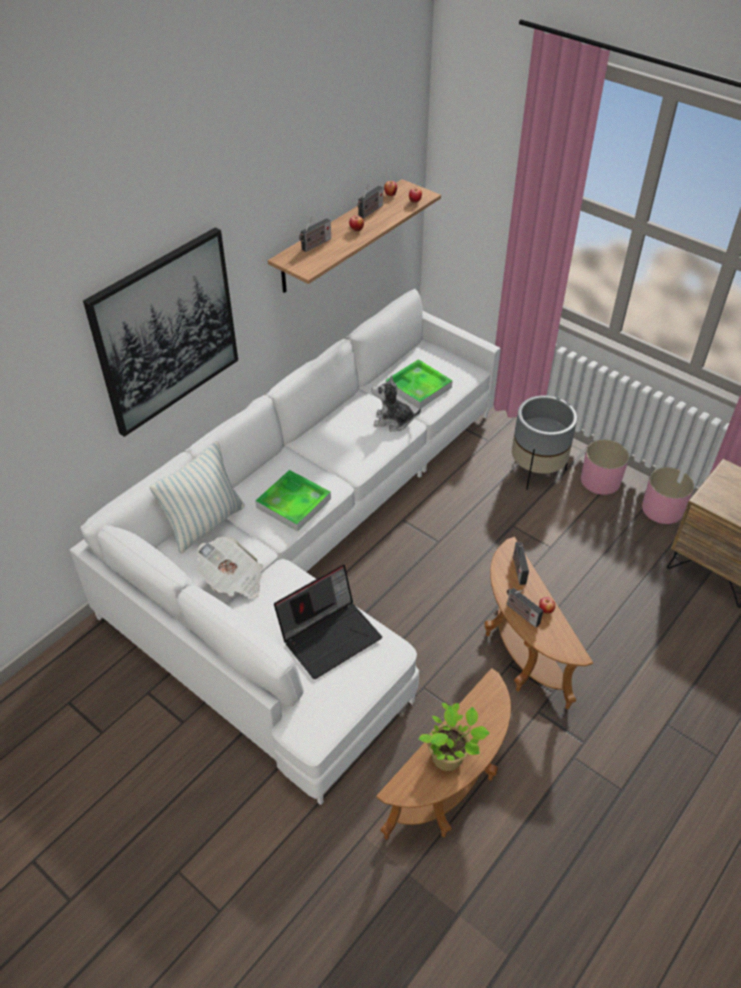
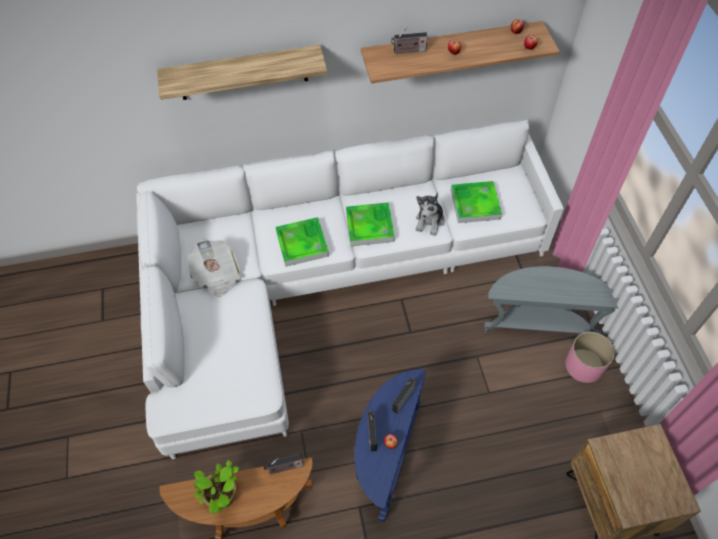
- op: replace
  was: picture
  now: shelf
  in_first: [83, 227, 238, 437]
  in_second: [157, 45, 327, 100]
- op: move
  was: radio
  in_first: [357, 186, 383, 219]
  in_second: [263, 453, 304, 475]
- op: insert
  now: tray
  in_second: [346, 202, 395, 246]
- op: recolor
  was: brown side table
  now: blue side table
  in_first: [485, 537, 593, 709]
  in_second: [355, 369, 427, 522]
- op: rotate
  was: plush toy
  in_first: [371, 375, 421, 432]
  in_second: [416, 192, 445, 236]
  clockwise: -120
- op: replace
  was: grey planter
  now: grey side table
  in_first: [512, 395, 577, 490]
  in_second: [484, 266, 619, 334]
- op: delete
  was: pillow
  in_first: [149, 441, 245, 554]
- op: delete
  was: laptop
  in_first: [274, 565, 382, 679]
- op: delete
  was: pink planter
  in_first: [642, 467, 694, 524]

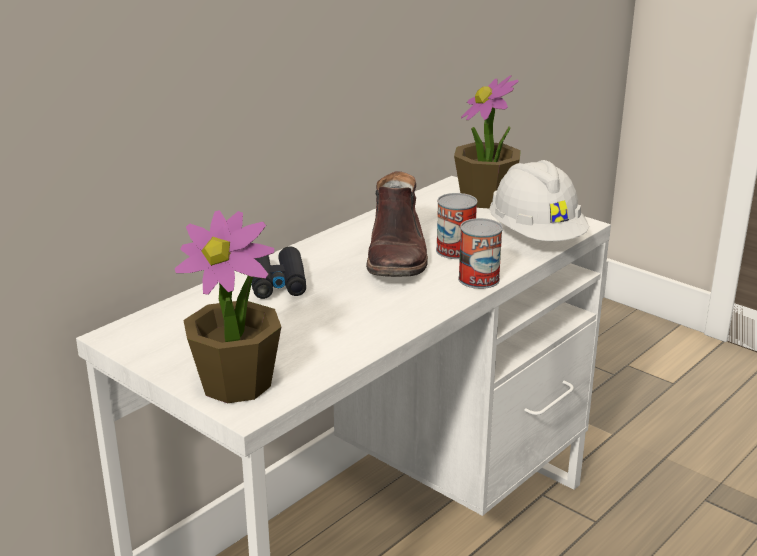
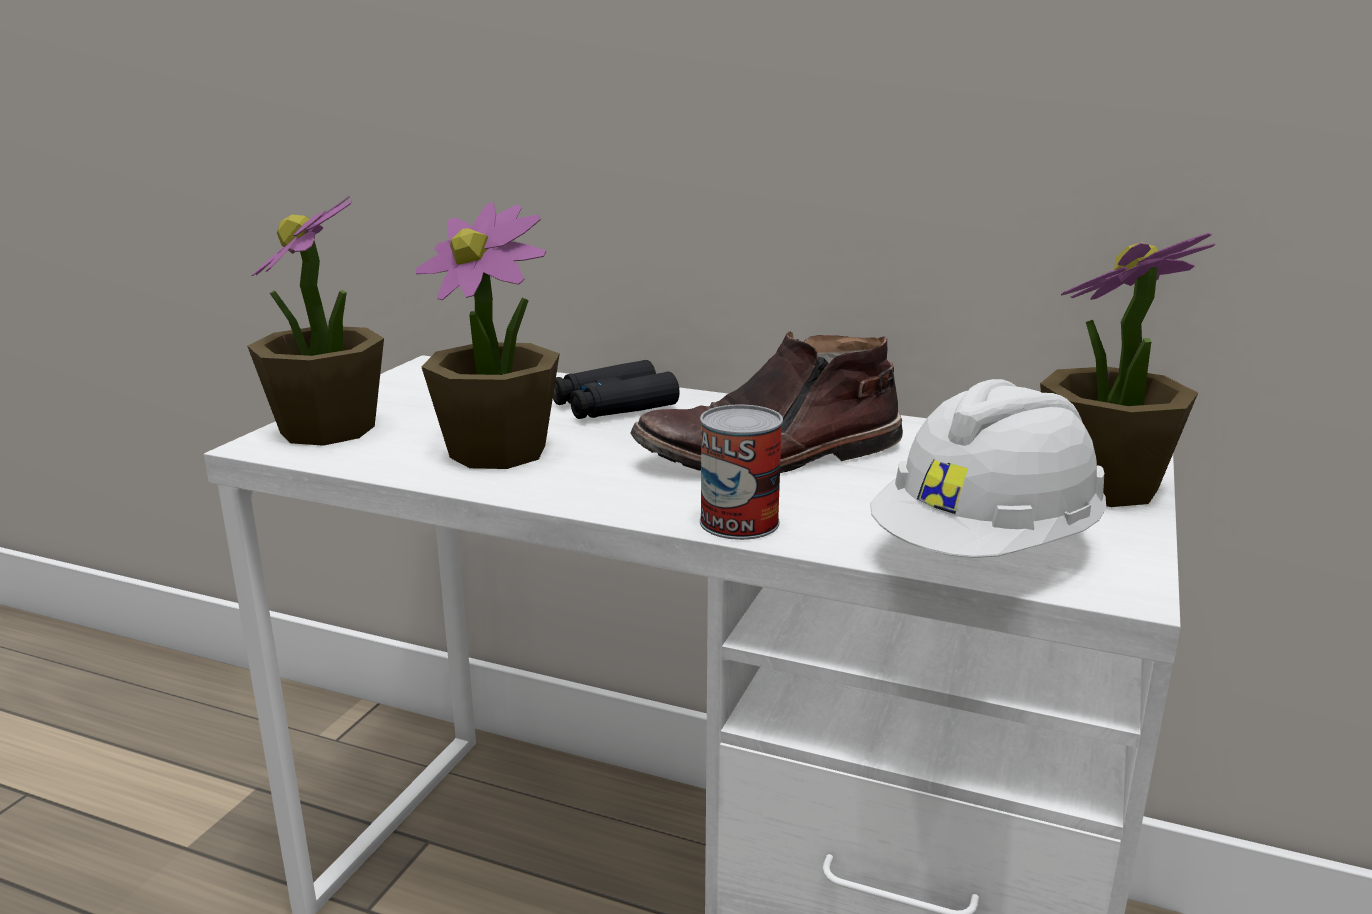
- op: insert
  now: potted plant
  in_second: [416, 202, 560, 469]
- op: delete
  was: can
  in_first: [436, 193, 477, 259]

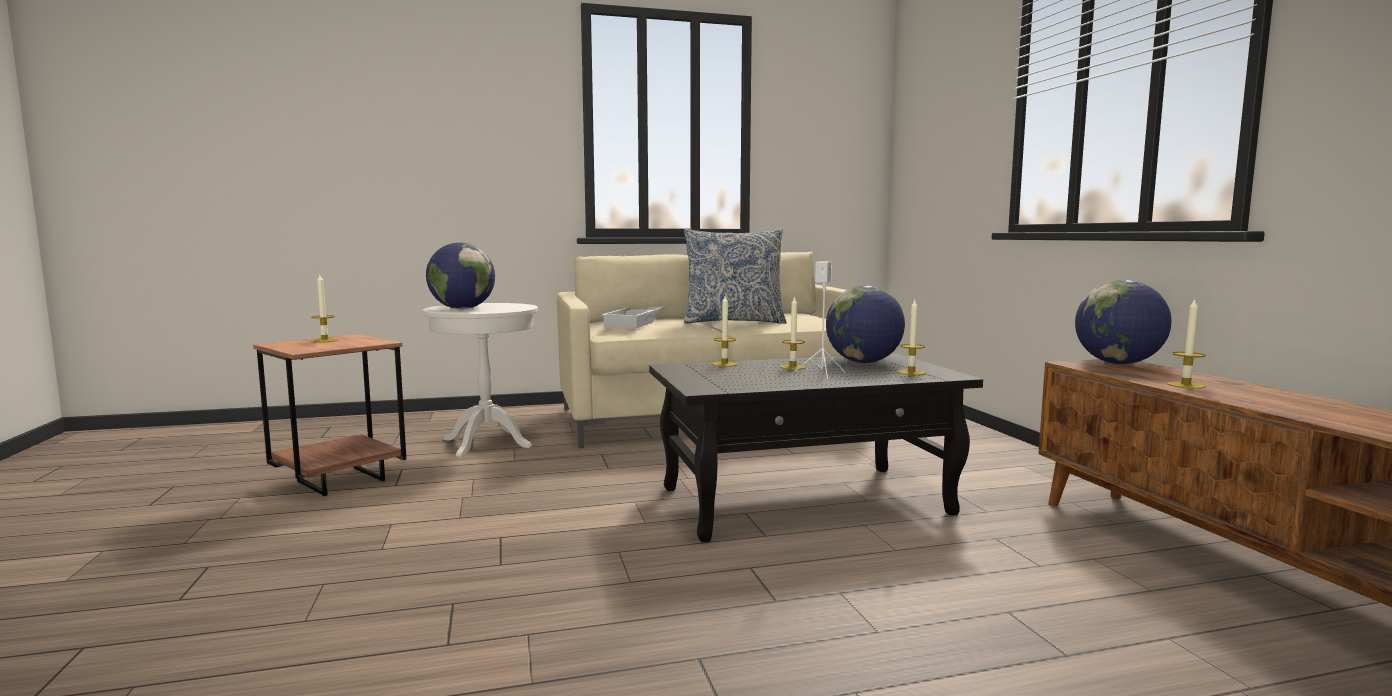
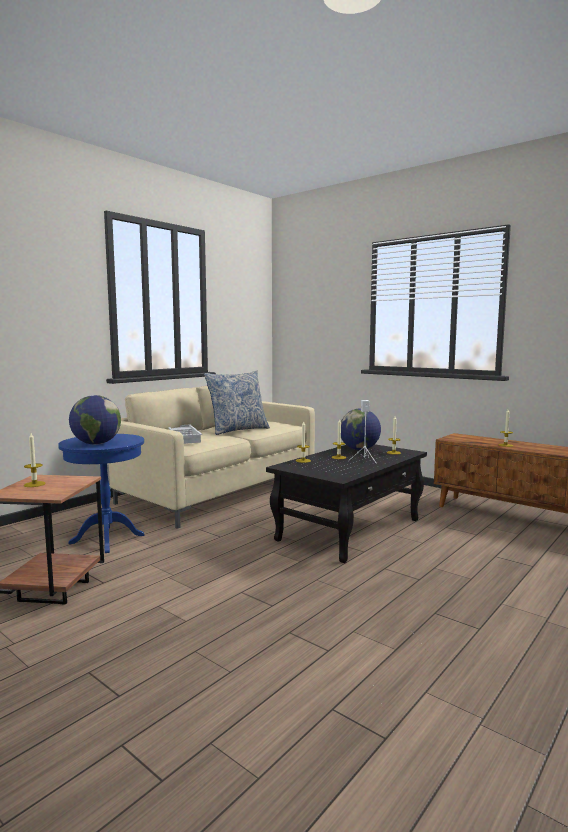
- op: recolor
  was: white side table
  now: blue side table
  in_first: [423, 303, 538, 457]
  in_second: [58, 434, 145, 553]
- op: delete
  was: globe
  in_first: [1075, 280, 1172, 364]

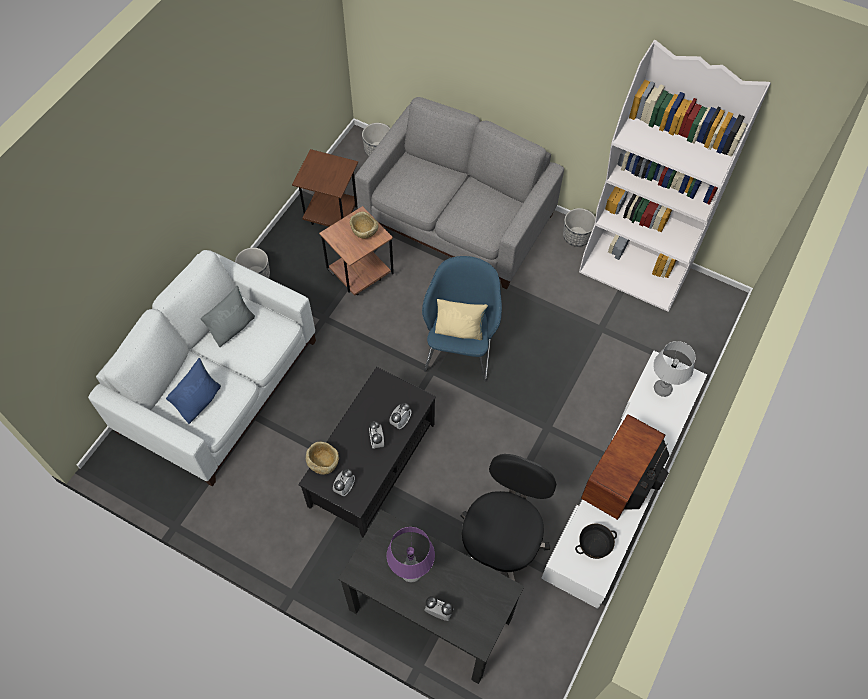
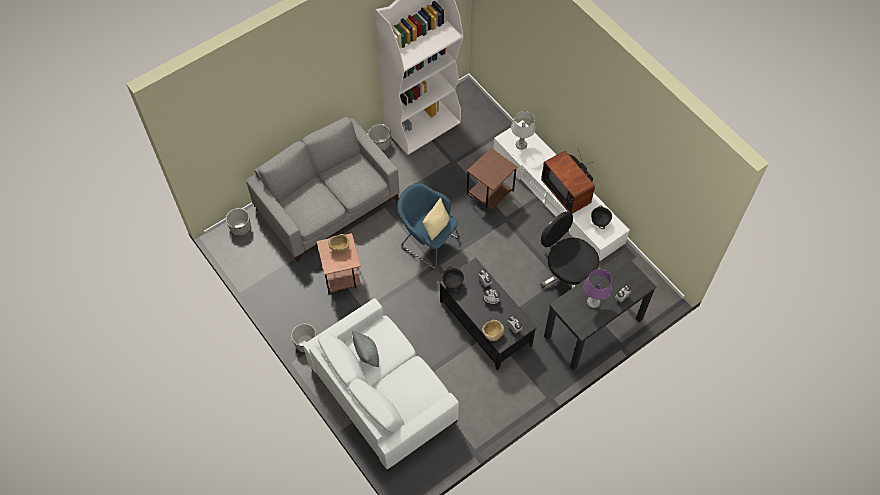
- op: insert
  now: black bowl
  in_second: [442, 266, 464, 292]
- op: move
  was: brown side table
  in_first: [292, 149, 358, 227]
  in_second: [467, 148, 518, 210]
- op: delete
  was: blue pillow
  in_first: [166, 358, 221, 424]

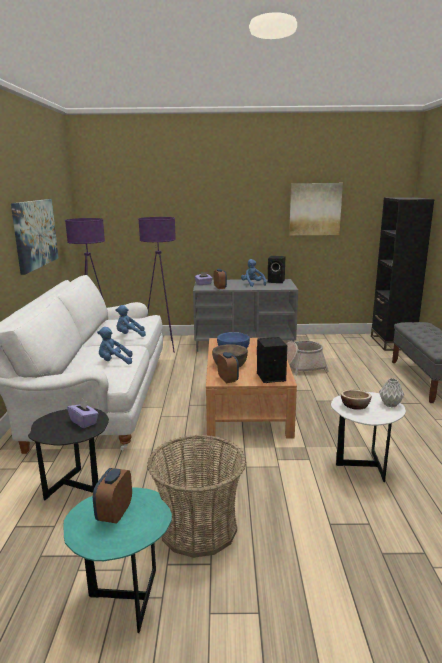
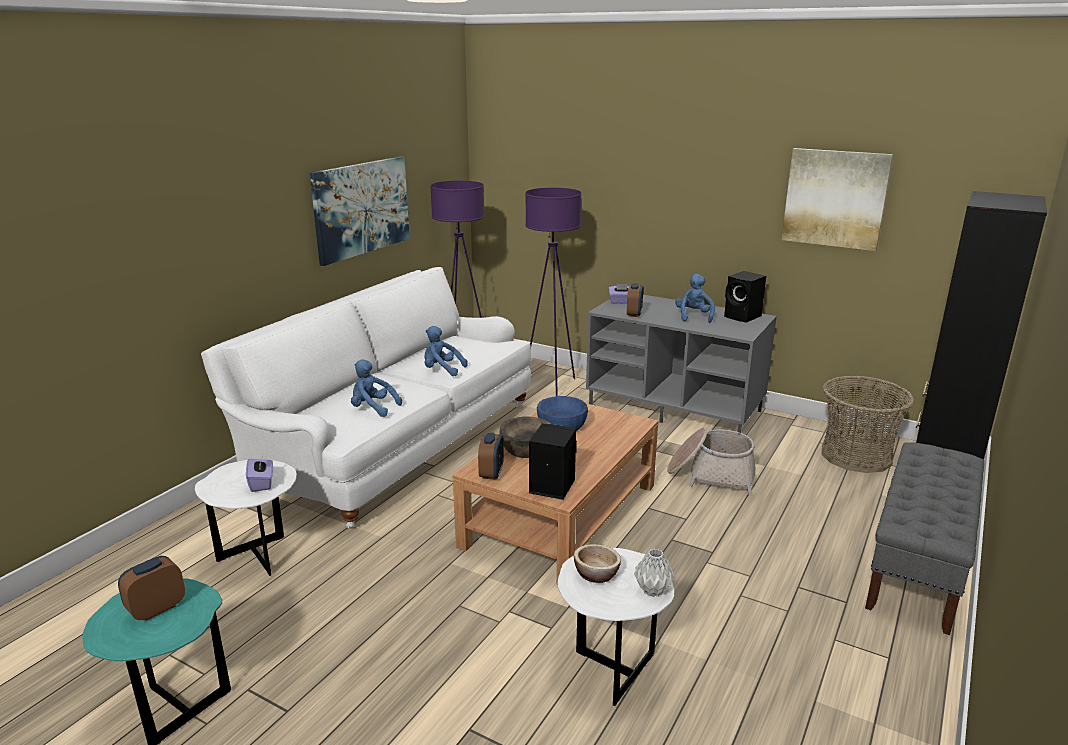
- op: recolor
  was: black side table
  now: white side table
  in_first: [28, 408, 109, 500]
  in_second: [195, 460, 297, 576]
- op: move
  was: basket
  in_first: [147, 435, 246, 558]
  in_second: [822, 376, 915, 473]

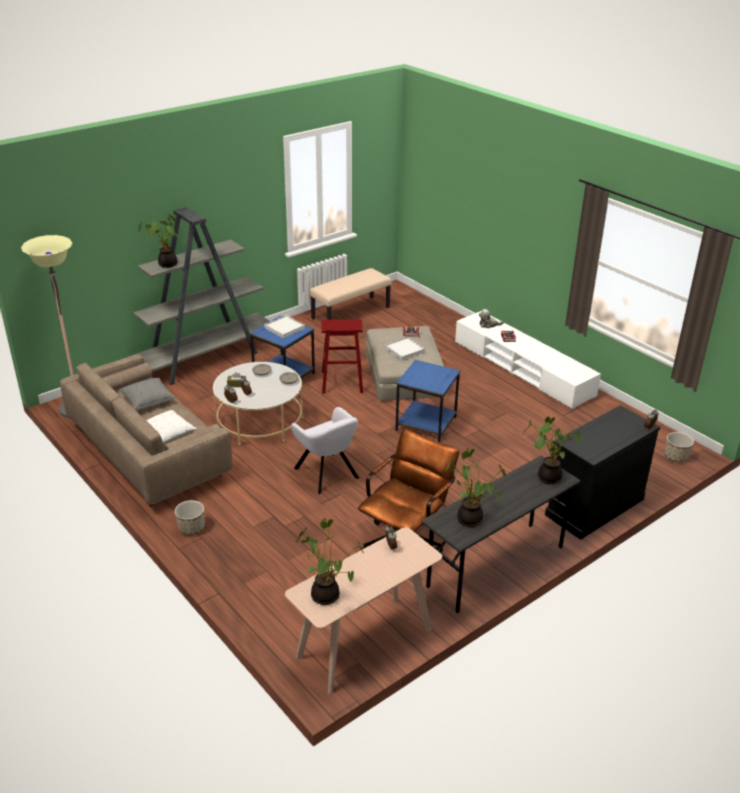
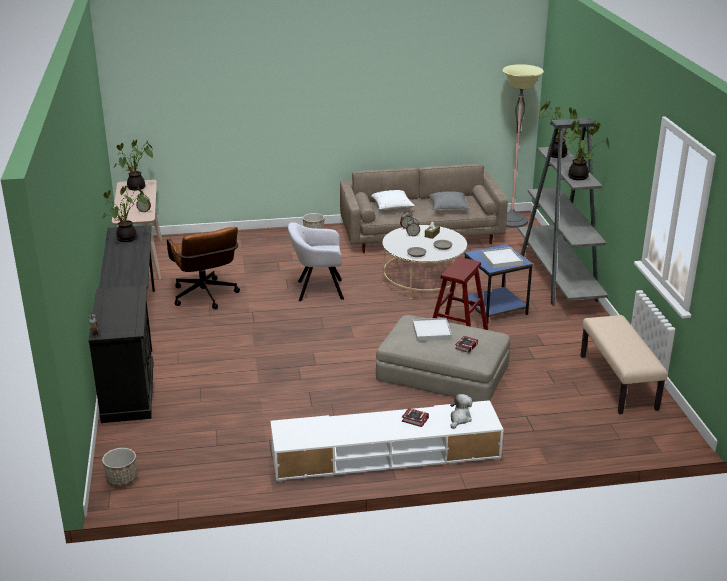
- op: move
  was: potted plant
  in_first: [523, 417, 581, 484]
  in_second: [567, 120, 610, 180]
- op: delete
  was: blue side table
  in_first: [395, 360, 460, 442]

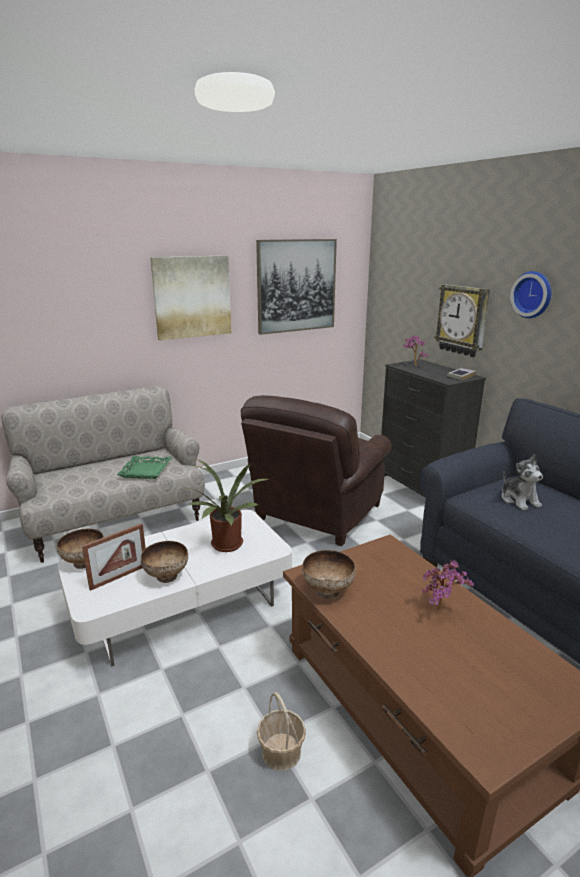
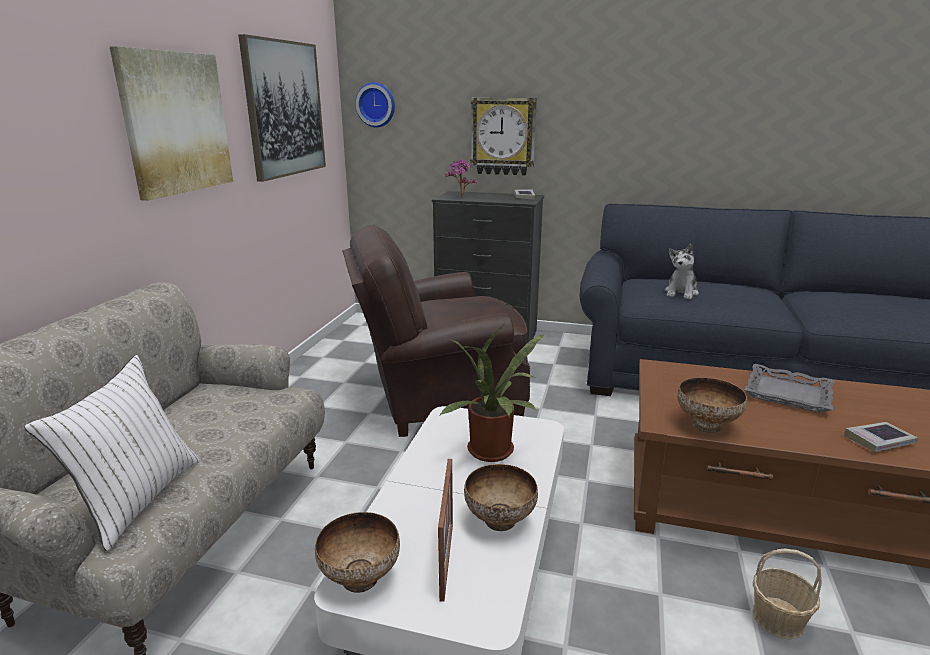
- op: insert
  now: white pillow
  in_second: [24, 355, 200, 551]
- op: rotate
  was: brown armchair
  in_first: [241, 395, 392, 546]
  in_second: [342, 225, 530, 437]
  clockwise: 90
- op: move
  was: wall clock
  in_first: [510, 271, 551, 318]
  in_second: [355, 82, 395, 128]
- op: rotate
  was: plush toy
  in_first: [501, 454, 543, 510]
  in_second: [665, 244, 699, 299]
  clockwise: 90
- op: replace
  was: potted plant
  now: grey tray
  in_first: [422, 560, 474, 610]
  in_second: [744, 364, 834, 413]
- op: insert
  now: book
  in_second: [844, 422, 918, 452]
- op: delete
  was: green tray
  in_first: [117, 456, 172, 479]

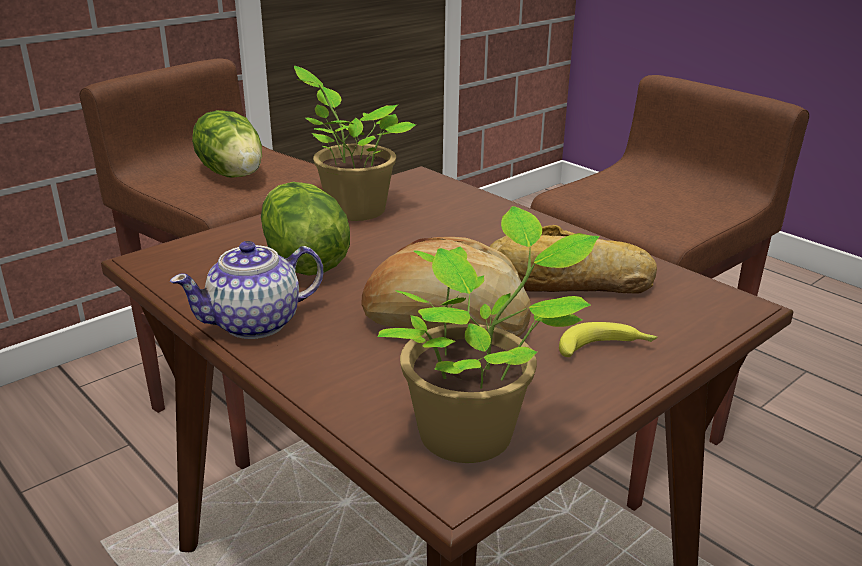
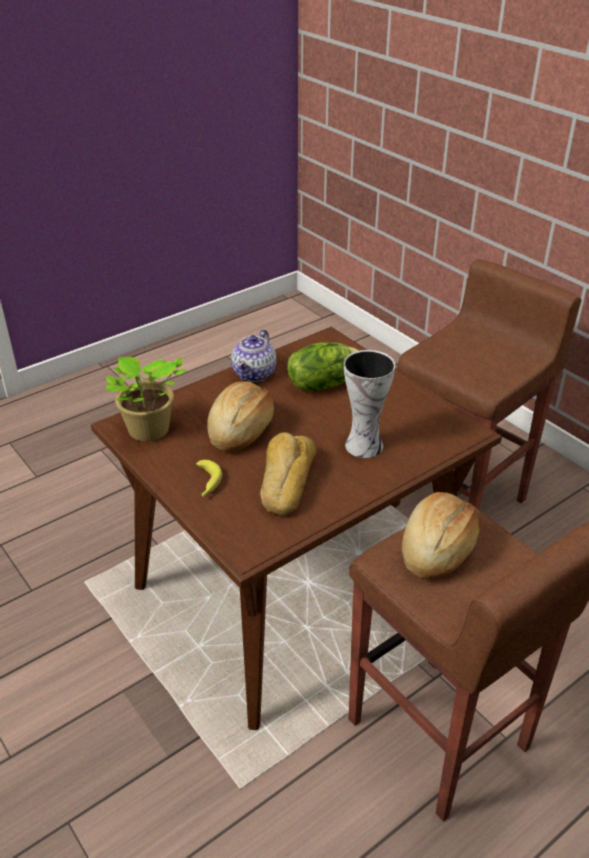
- op: rotate
  was: teapot
  in_first: [170, 241, 323, 339]
  in_second: [231, 329, 276, 382]
  clockwise: -135
- op: insert
  now: vase
  in_second: [344, 350, 395, 458]
- op: insert
  now: bread
  in_second: [402, 492, 479, 579]
- op: delete
  was: lettuce
  in_first: [192, 110, 262, 178]
- op: delete
  was: potted plant
  in_first: [294, 66, 416, 221]

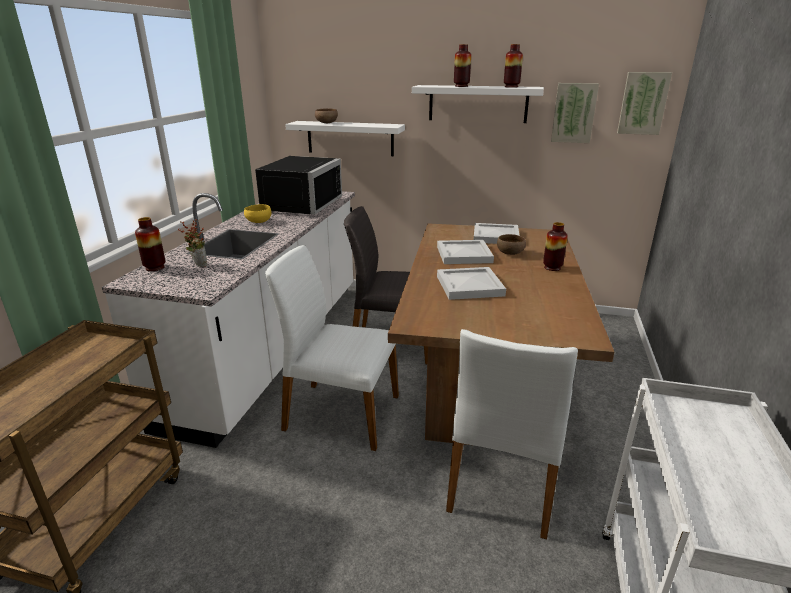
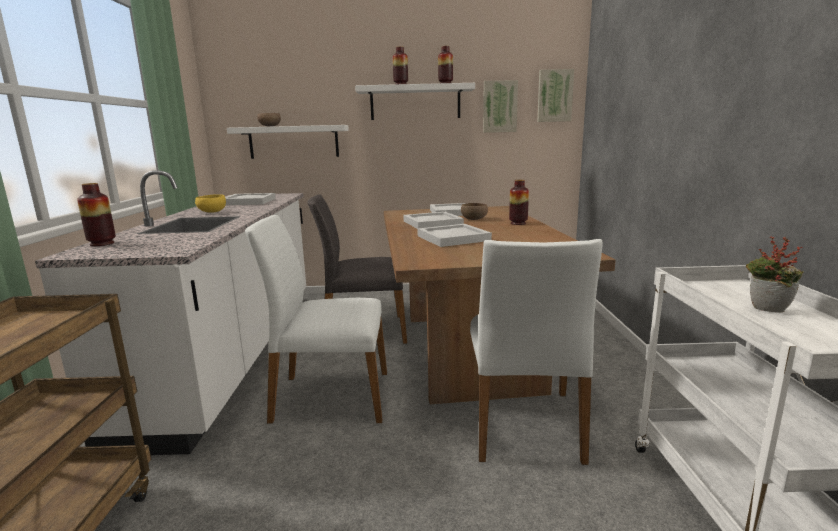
- op: replace
  was: black microwave
  now: white tray
  in_first: [255, 156, 342, 215]
  in_second: [225, 193, 276, 205]
- op: move
  was: potted plant
  in_first: [178, 219, 207, 267]
  in_second: [746, 237, 804, 313]

